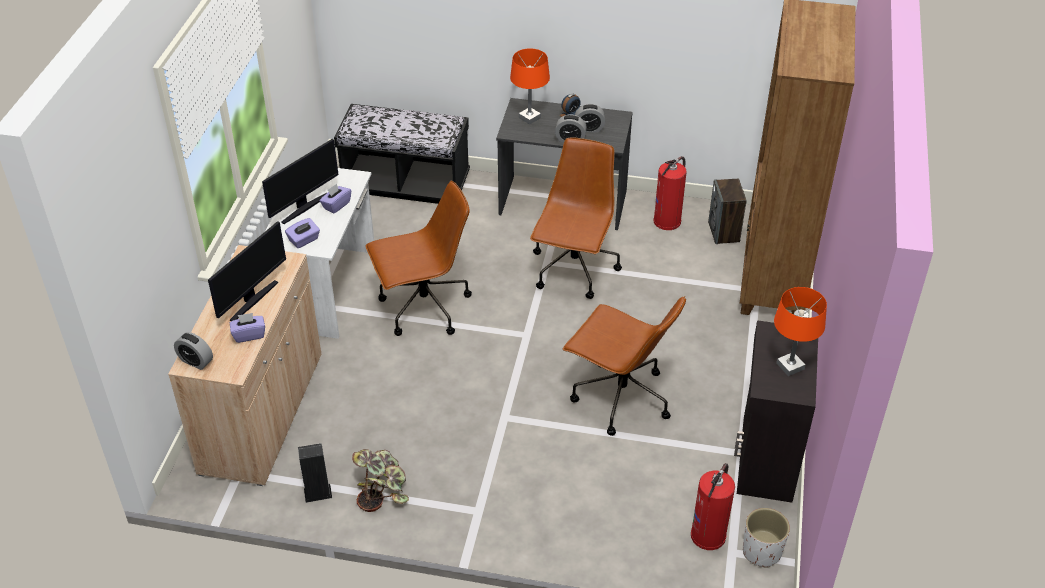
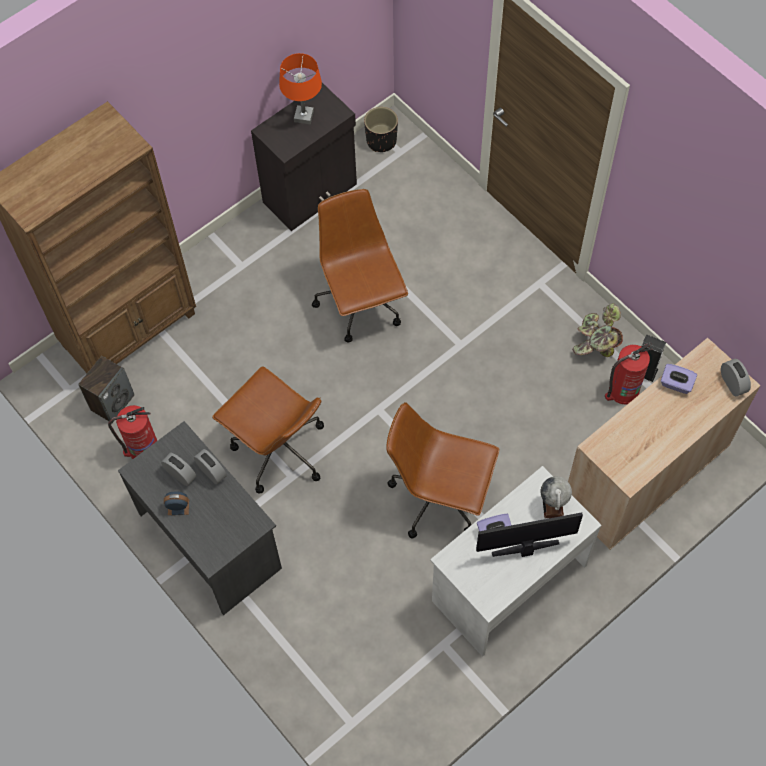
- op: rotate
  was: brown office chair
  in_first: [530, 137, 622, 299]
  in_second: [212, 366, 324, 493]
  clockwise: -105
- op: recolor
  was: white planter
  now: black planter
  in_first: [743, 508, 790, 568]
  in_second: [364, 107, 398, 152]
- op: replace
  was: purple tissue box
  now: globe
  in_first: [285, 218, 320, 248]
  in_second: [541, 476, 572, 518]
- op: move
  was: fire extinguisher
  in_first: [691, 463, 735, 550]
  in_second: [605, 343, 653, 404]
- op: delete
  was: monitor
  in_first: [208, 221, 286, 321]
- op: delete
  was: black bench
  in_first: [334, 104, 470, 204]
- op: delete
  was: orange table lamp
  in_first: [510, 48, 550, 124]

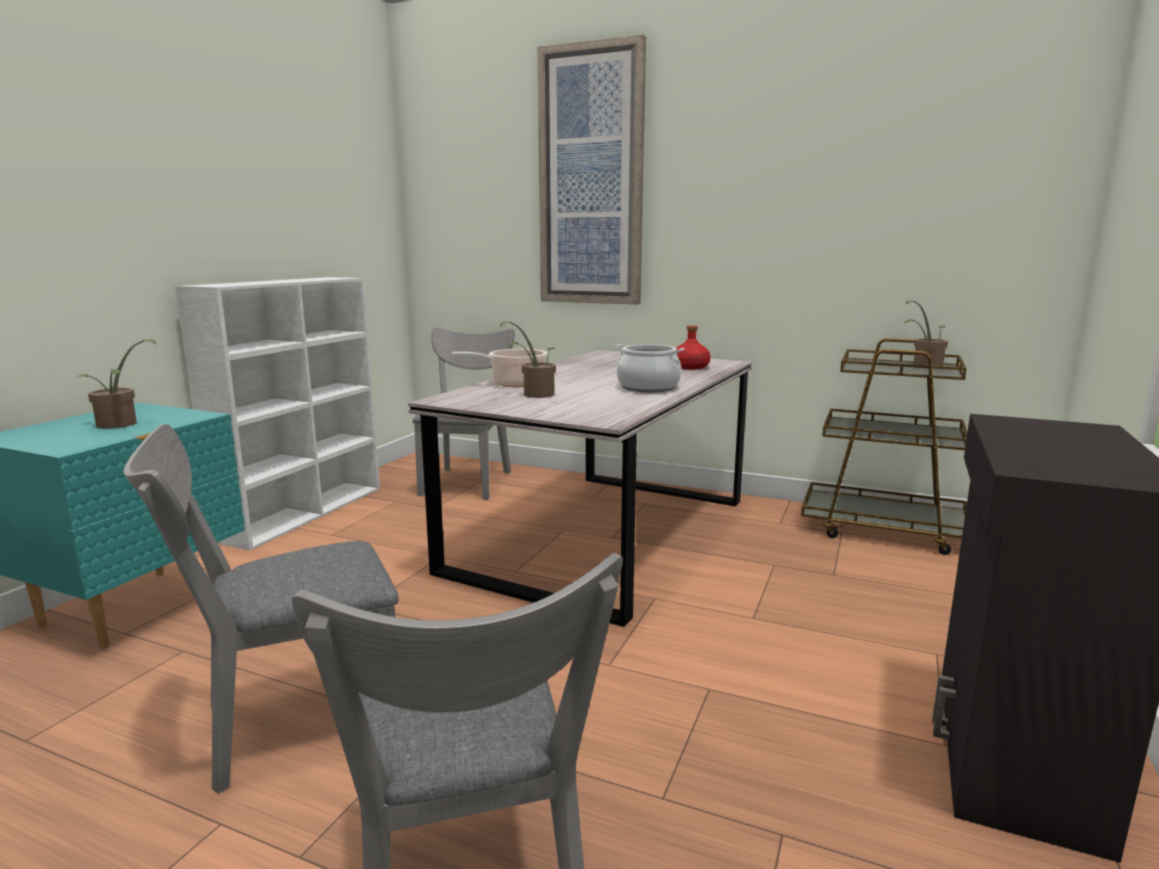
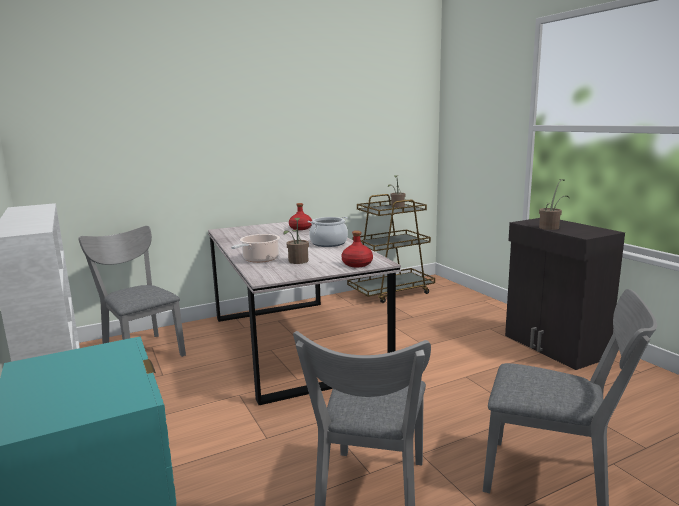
- op: insert
  now: red bottle
  in_second: [342, 231, 373, 267]
- op: move
  was: potted plant
  in_first: [77, 339, 157, 429]
  in_second: [539, 179, 569, 230]
- op: delete
  was: picture
  in_first: [537, 34, 646, 304]

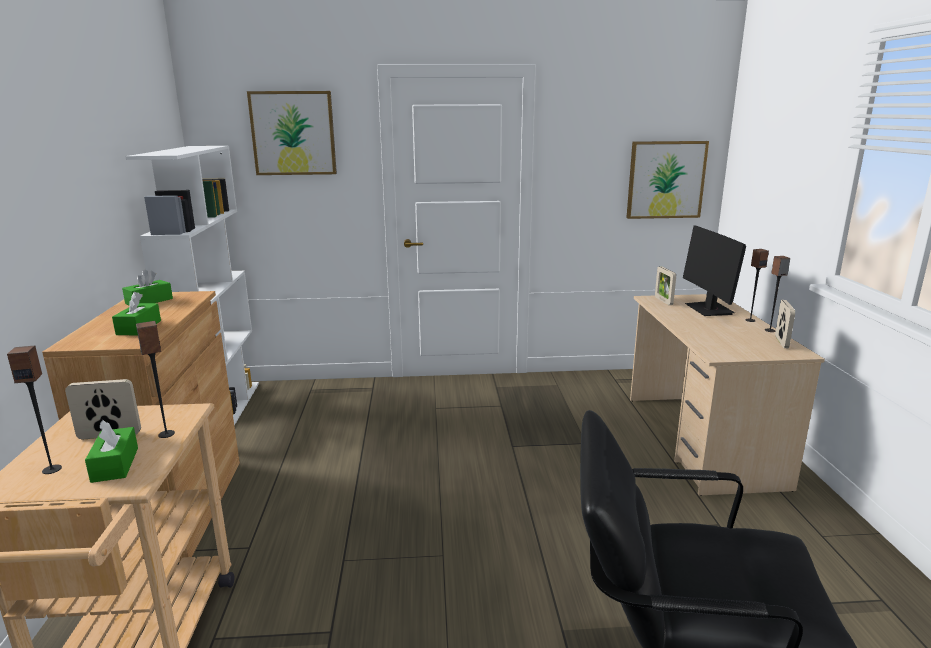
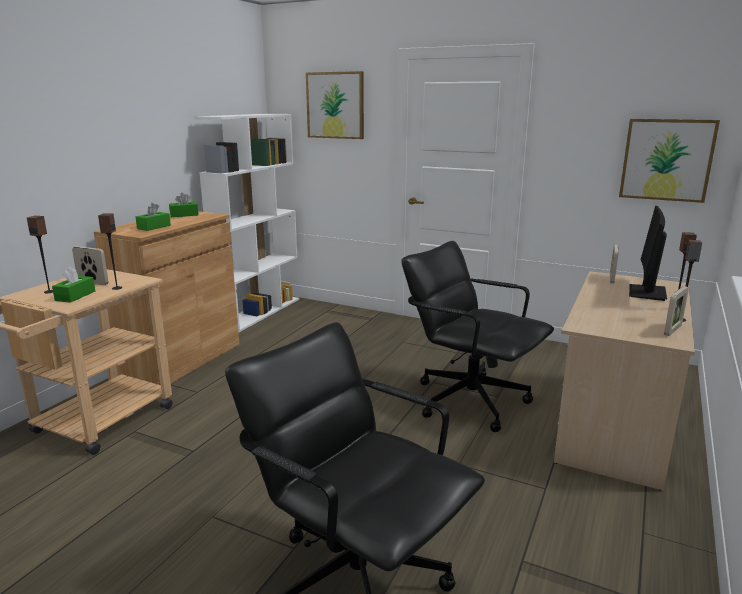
- op: insert
  now: black office chair
  in_second: [401, 241, 554, 432]

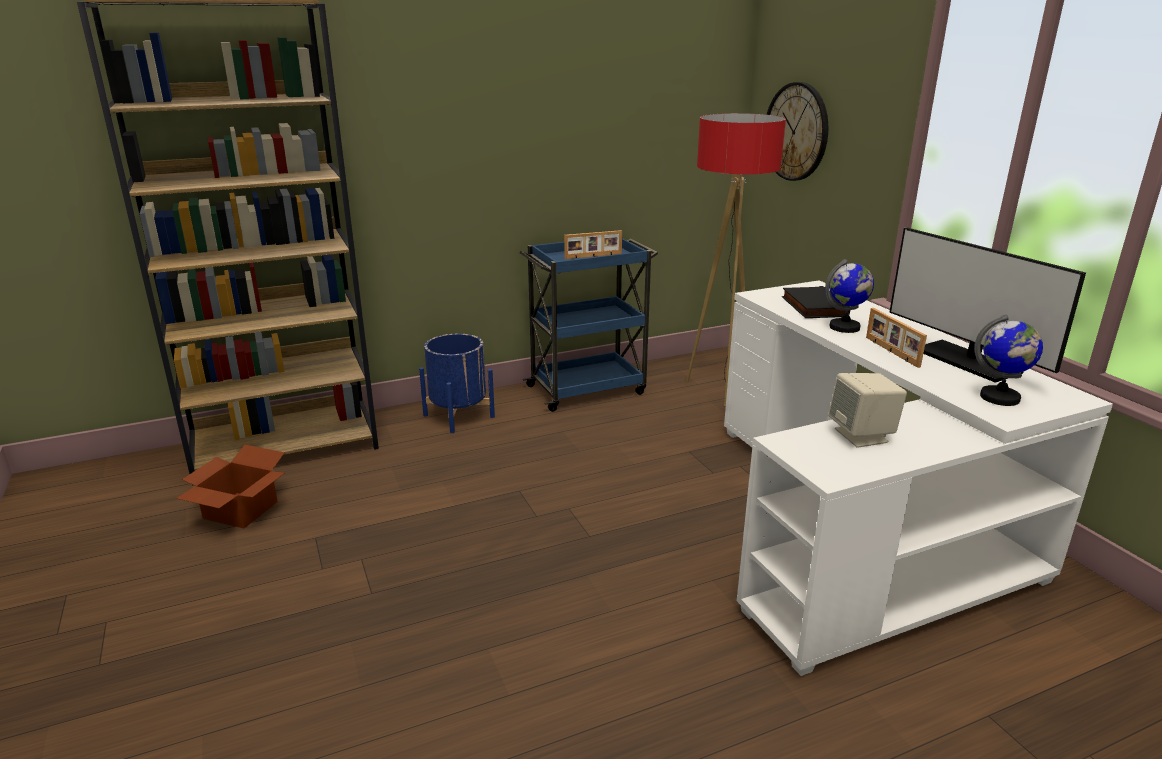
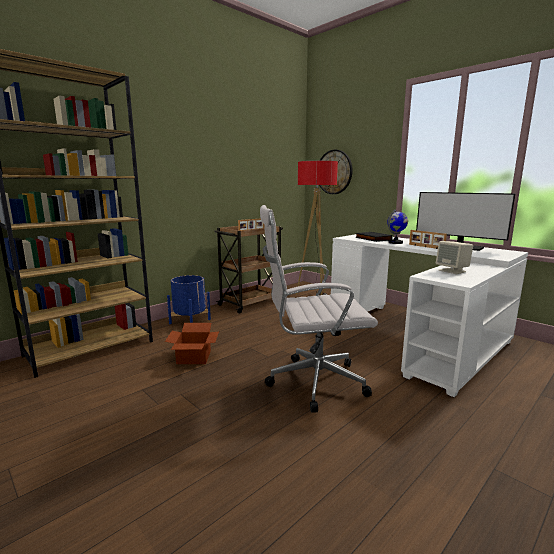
- op: move
  was: cardboard box
  in_first: [176, 445, 285, 528]
  in_second: [165, 323, 219, 364]
- op: recolor
  was: blue cart
  now: brown cart
  in_first: [520, 236, 658, 412]
  in_second: [214, 225, 283, 314]
- op: insert
  now: white office chair
  in_second: [260, 205, 378, 413]
- op: delete
  was: globe
  in_first: [974, 314, 1043, 406]

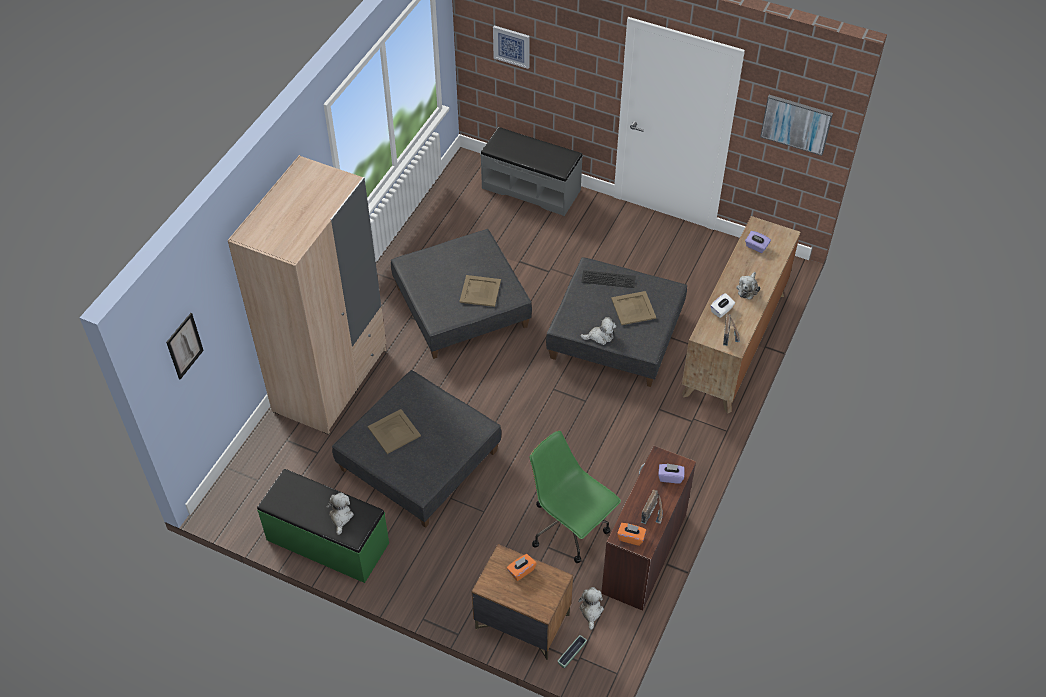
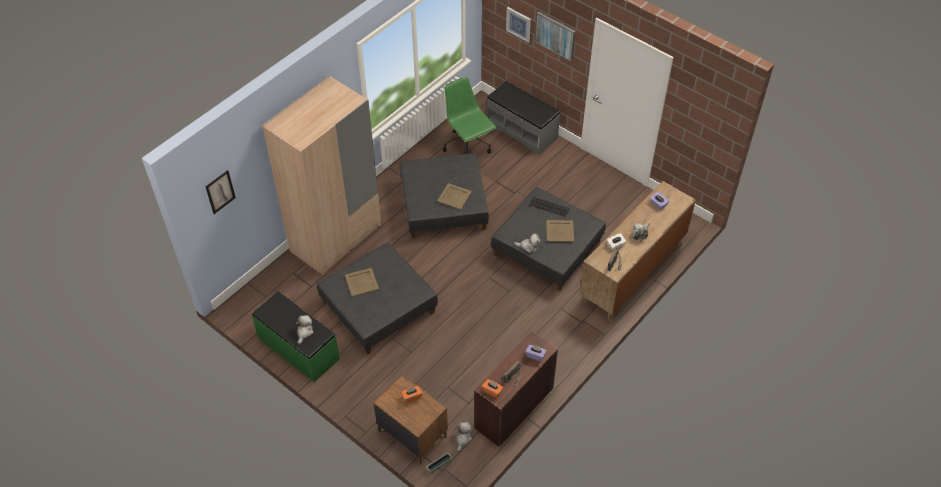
- op: move
  was: green office chair
  in_first: [530, 431, 621, 563]
  in_second: [443, 77, 496, 154]
- op: move
  was: picture
  in_first: [760, 95, 833, 156]
  in_second: [535, 12, 576, 62]

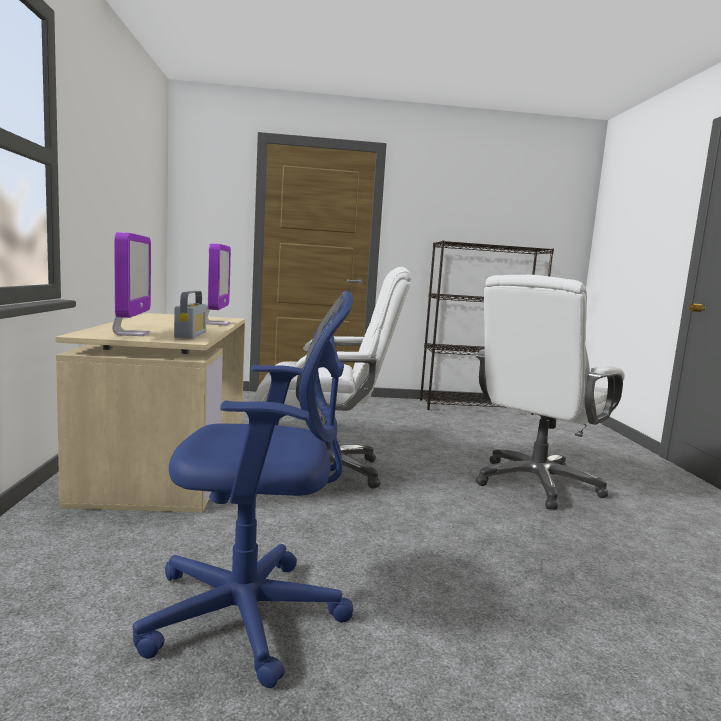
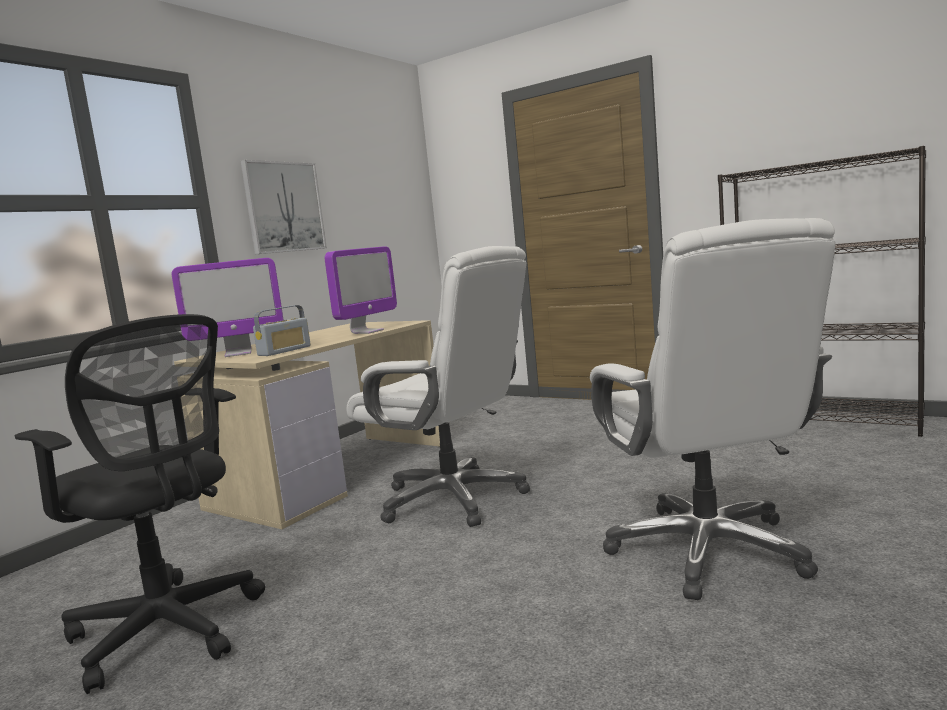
- op: recolor
  was: blue office chair
  now: black office chair
  in_first: [133, 290, 353, 688]
  in_second: [14, 314, 265, 694]
- op: rotate
  was: monitor
  in_first: [112, 232, 151, 336]
  in_second: [171, 258, 283, 357]
  clockwise: 45
- op: insert
  now: picture
  in_second: [241, 160, 327, 254]
- op: rotate
  was: white office chair
  in_first: [475, 275, 625, 510]
  in_second: [590, 218, 836, 600]
  clockwise: -90

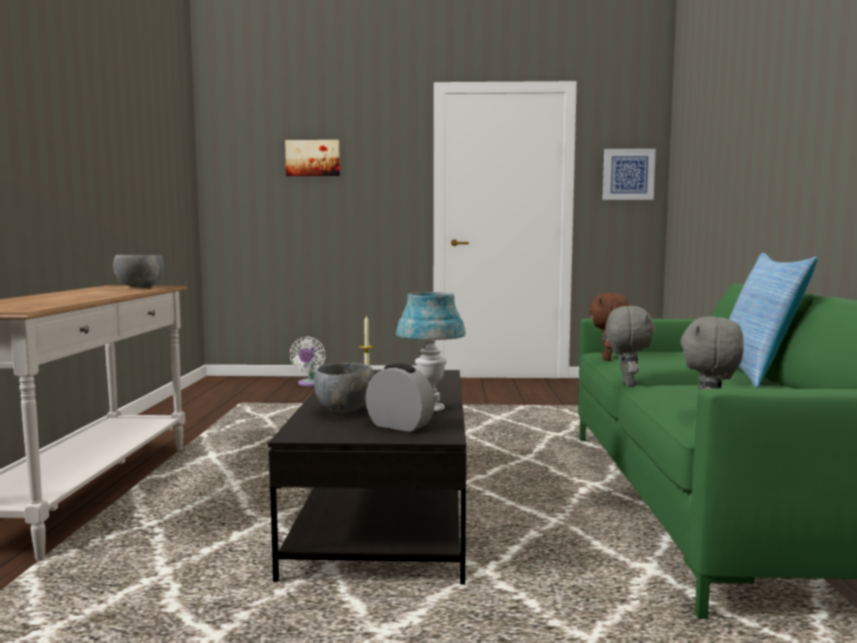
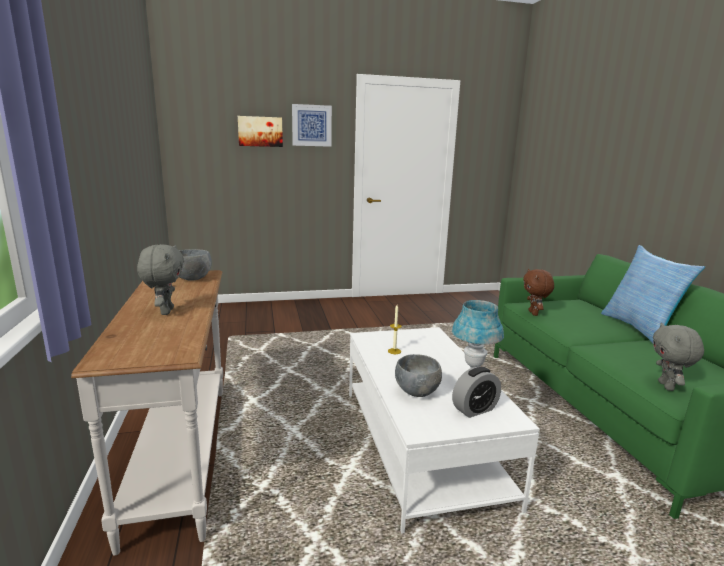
- op: move
  was: grey plush toy
  in_first: [605, 306, 656, 387]
  in_second: [137, 244, 184, 315]
- op: move
  was: picture
  in_first: [603, 149, 656, 200]
  in_second: [292, 104, 332, 147]
- op: recolor
  was: black coffee table
  now: white coffee table
  in_first: [268, 370, 466, 585]
  in_second: [349, 327, 540, 533]
- op: rotate
  was: alarm clock
  in_first: [366, 363, 435, 432]
  in_second: [452, 367, 501, 418]
  clockwise: 135
- op: delete
  was: white fan
  in_first: [290, 337, 326, 386]

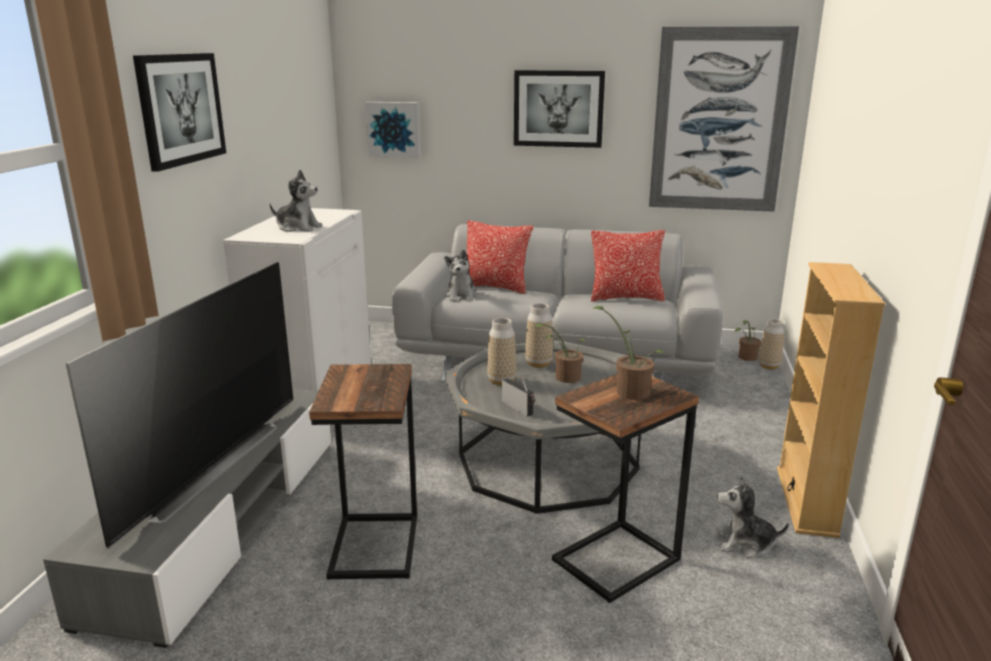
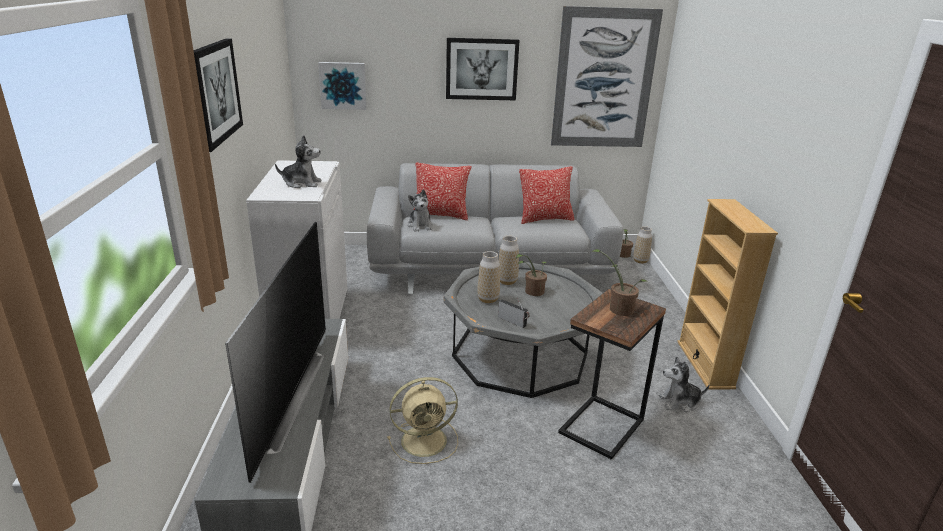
- op: replace
  was: side table
  now: beige fan
  in_first: [309, 364, 417, 580]
  in_second: [387, 377, 458, 464]

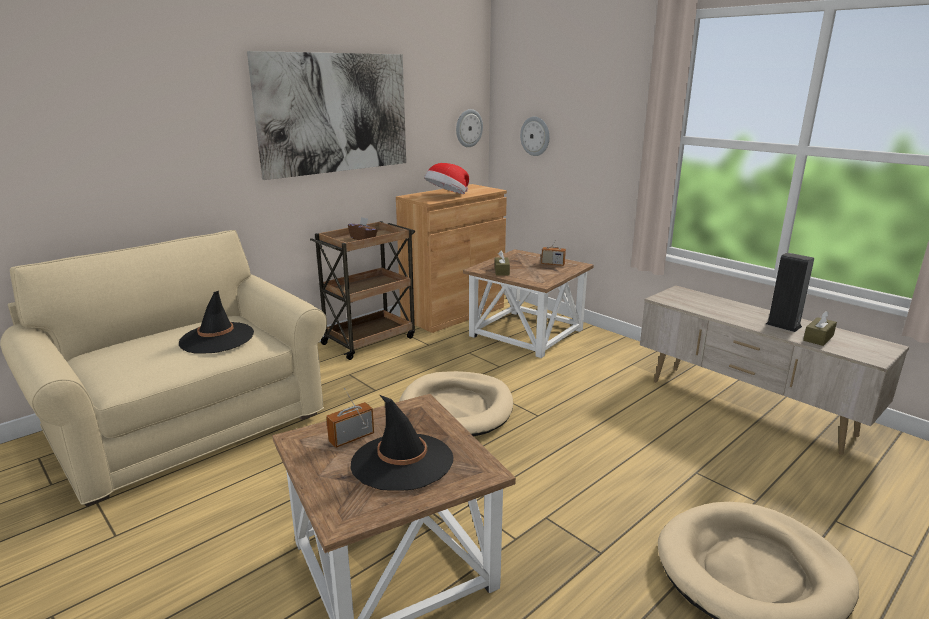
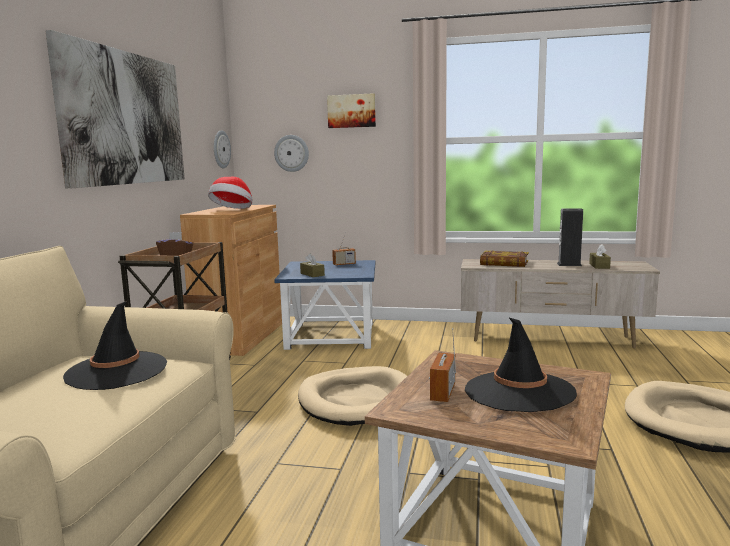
- op: recolor
  was: brown side table
  now: blue side table
  in_first: [463, 249, 594, 358]
  in_second: [274, 260, 375, 350]
- op: insert
  now: picture
  in_second: [327, 93, 376, 128]
- op: insert
  now: book
  in_second: [480, 250, 529, 267]

